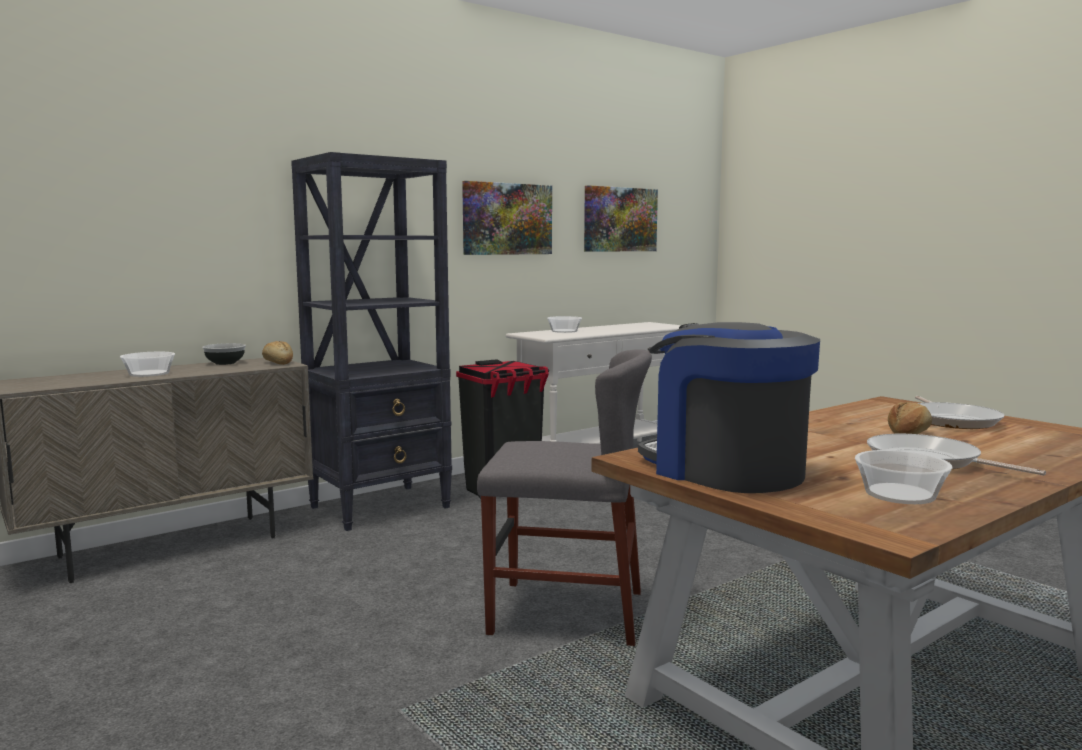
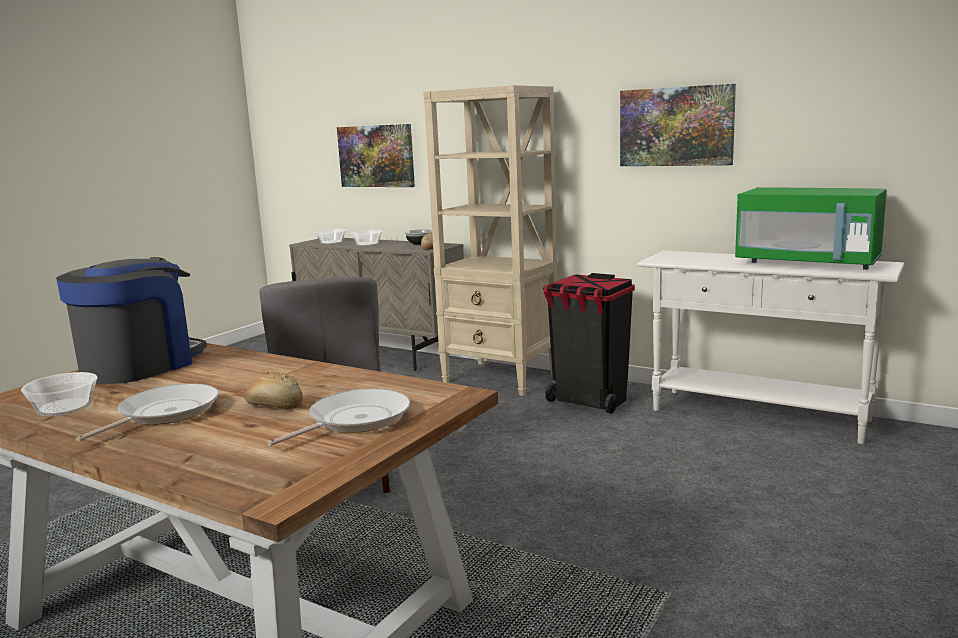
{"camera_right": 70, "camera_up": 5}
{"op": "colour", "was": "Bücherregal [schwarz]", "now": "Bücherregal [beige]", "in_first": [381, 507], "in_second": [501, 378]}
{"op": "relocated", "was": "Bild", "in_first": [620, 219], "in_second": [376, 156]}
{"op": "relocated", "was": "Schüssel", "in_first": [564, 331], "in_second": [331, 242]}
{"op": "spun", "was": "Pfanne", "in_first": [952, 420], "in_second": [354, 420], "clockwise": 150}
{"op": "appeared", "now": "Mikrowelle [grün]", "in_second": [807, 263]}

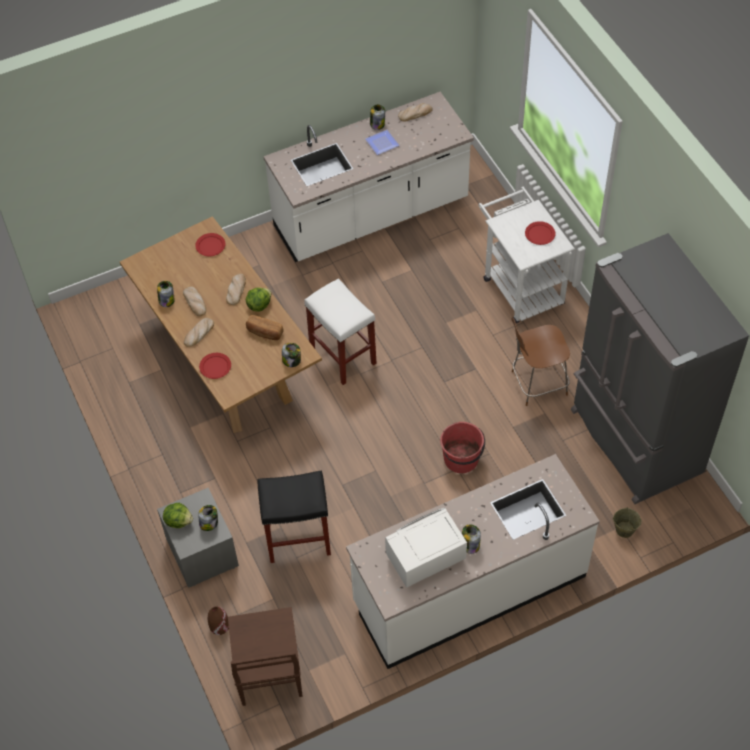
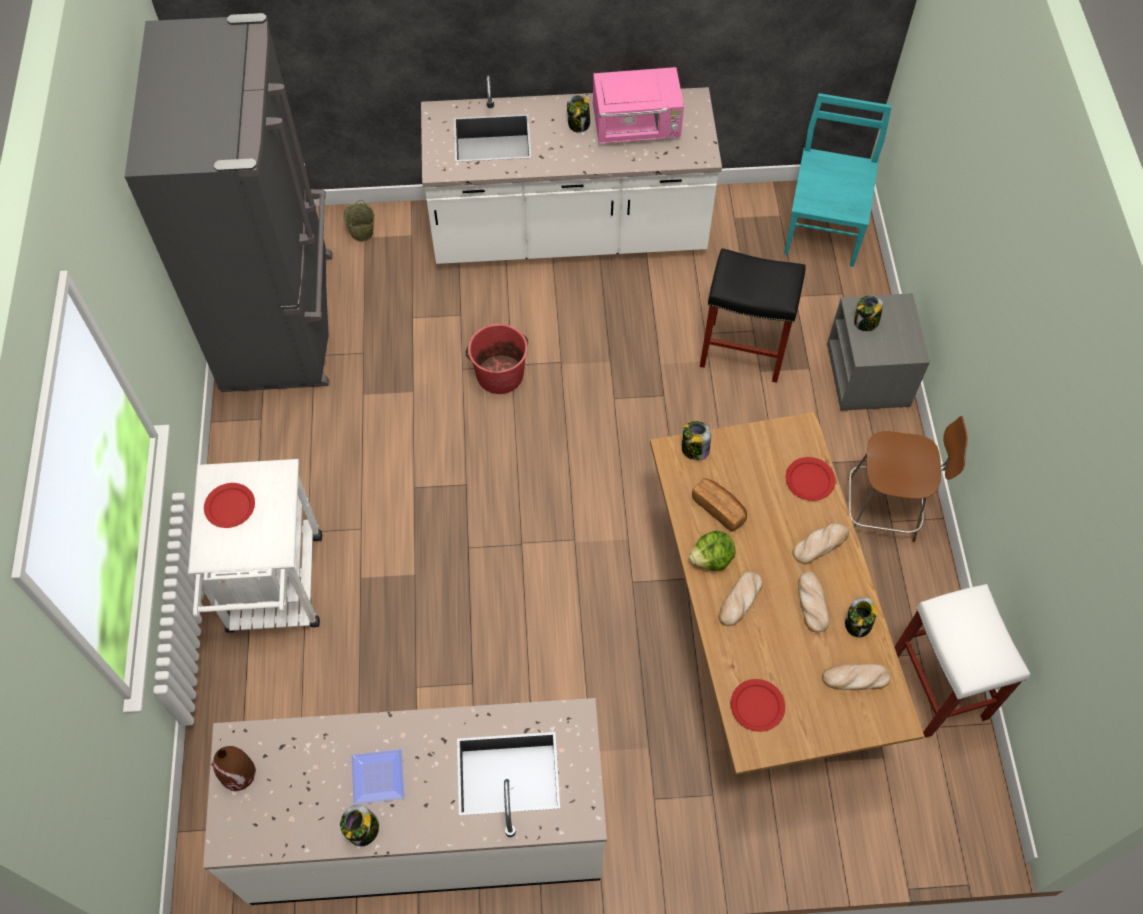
{"camera_right": -160, "camera_up": 5}
{"op": "relocated", "was": "Brot", "in_first": [415, 113], "in_second": [855, 678]}
{"op": "relocated", "was": "Hocker [weiß]", "in_first": [342, 356], "in_second": [939, 687]}
{"op": "relocated", "was": "Hocker [braun]", "in_first": [537, 383], "in_second": [884, 510]}
{"op": "missing", "was": "Salatkopf", "in_first": [179, 521]}
{"op": "colour", "was": "Mikrowelle [weiß]", "now": "Mikrowelle [rosa]", "in_first": [424, 558], "in_second": [637, 127]}
{"op": "relocated", "was": "Vase [braun]", "in_first": [219, 625], "in_second": [238, 773]}
{"op": "colour", "was": "Stuhl [braun]", "now": "Stuhl [türkis]", "in_first": [268, 671], "in_second": [824, 228]}

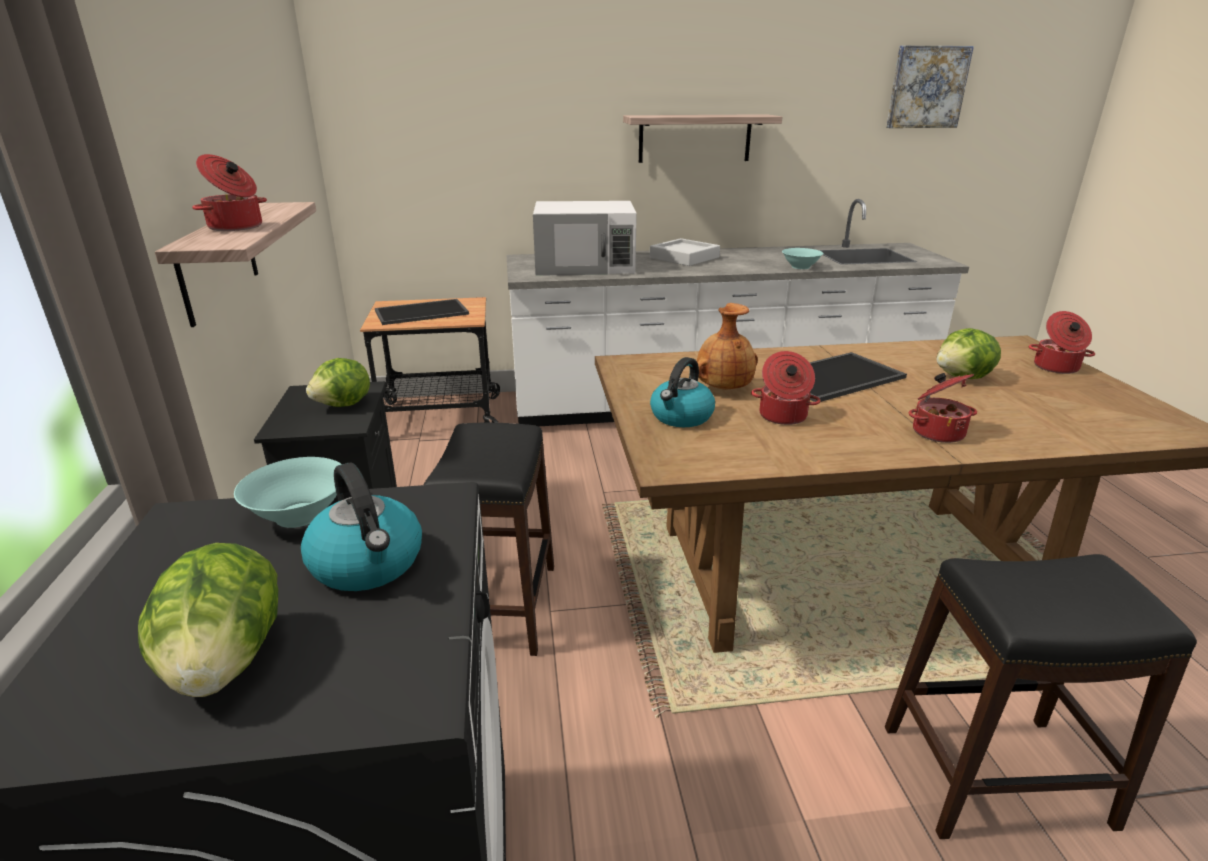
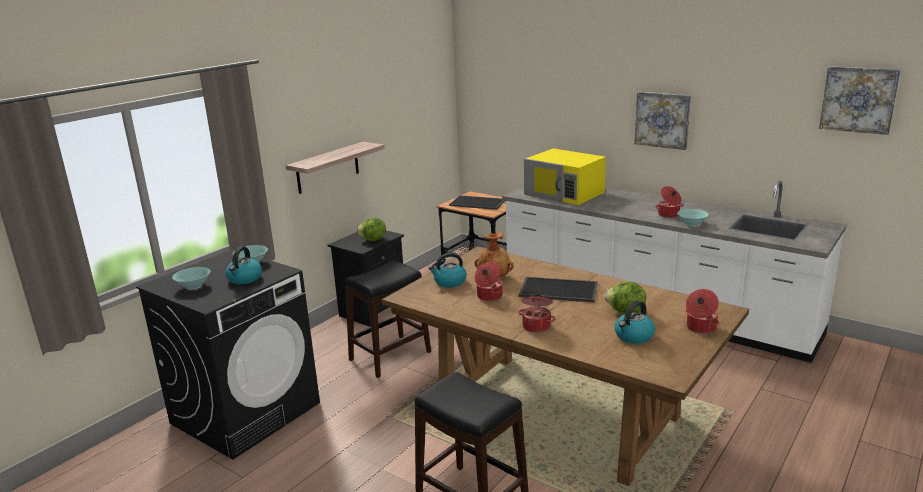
{"camera_right": 45, "camera_up": -5}
{"op": "exchanged", "was": "Wandregal", "now": "Bild", "in_first": [695, 138], "in_second": [662, 120]}
{"op": "relocated", "was": "Kochtopf", "in_first": [236, 227], "in_second": [668, 215]}
{"op": "colour", "was": "Mikrowelle [weiß]", "now": "Mikrowelle [gelb]", "in_first": [585, 265], "in_second": [564, 193]}
{"op": "missing", "was": "Tablett [grau]", "in_first": [684, 258]}
{"op": "exchanged", "was": "Salatkopf", "now": "Schüssel [türkis]", "in_first": [226, 662], "in_second": [194, 286]}
{"op": "appeared", "now": "Wasserkessel", "in_second": [633, 336]}

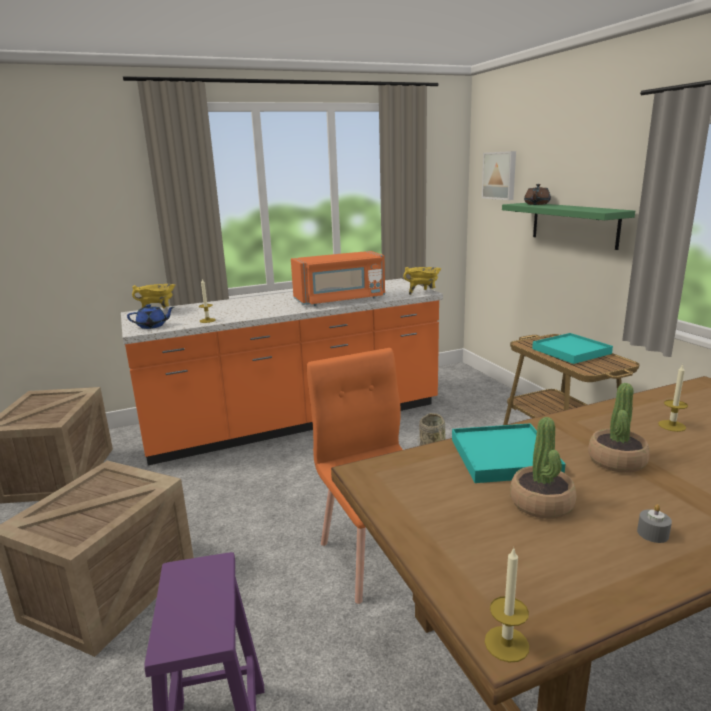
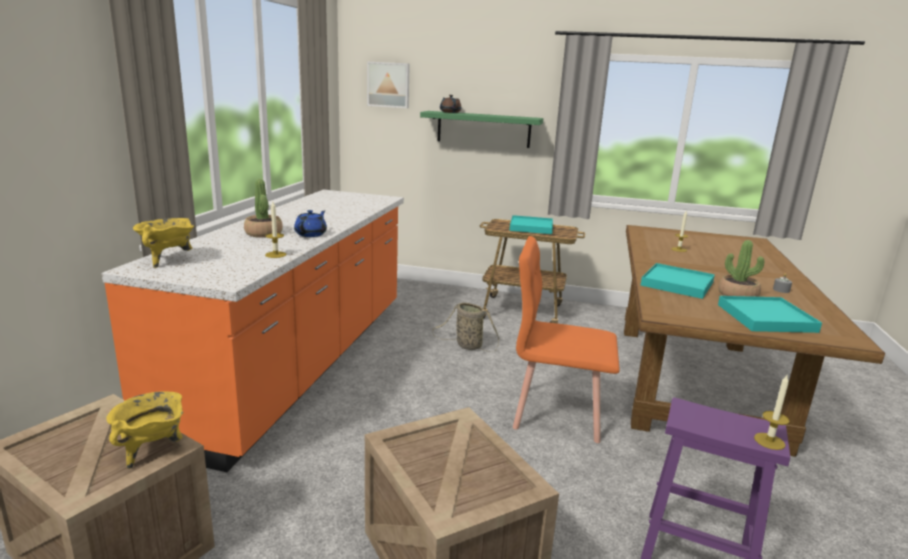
{"camera_right": -55, "camera_up": 0}
{"op": "missing", "was": "Mikrowelle [orange]", "in_first": [340, 300]}
{"op": "relocated", "was": "Kochtopf [gelb]", "in_first": [423, 293], "in_second": [152, 450]}
{"op": "relocated", "was": "Teekanne [blau]", "in_first": [152, 326], "in_second": [311, 234]}
{"op": "relocated", "was": "Topfpflanze", "in_first": [617, 461], "in_second": [264, 233]}
{"op": "relocated", "was": "Kerze", "in_first": [506, 644], "in_second": [769, 441]}
{"op": "appeared", "now": "Tablett [türkis]", "in_second": [765, 318]}

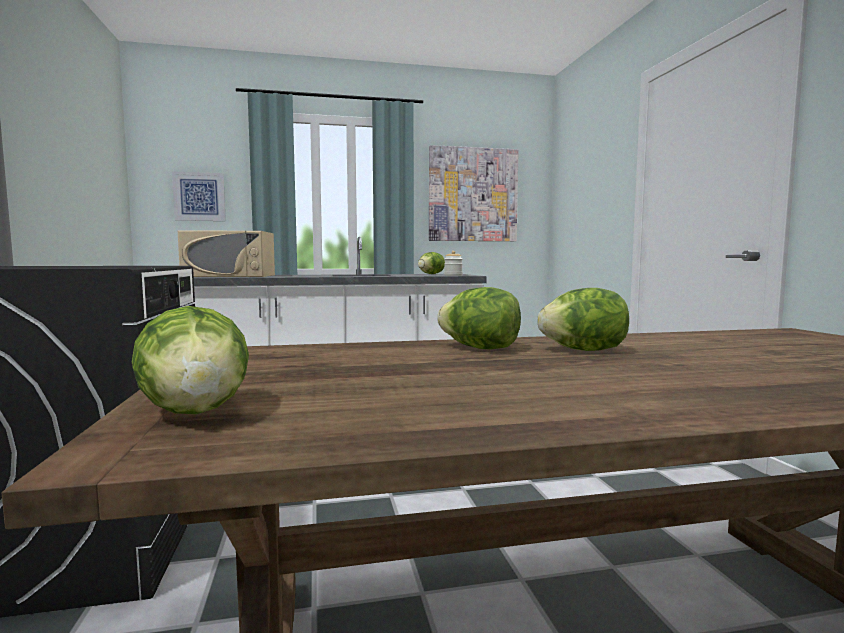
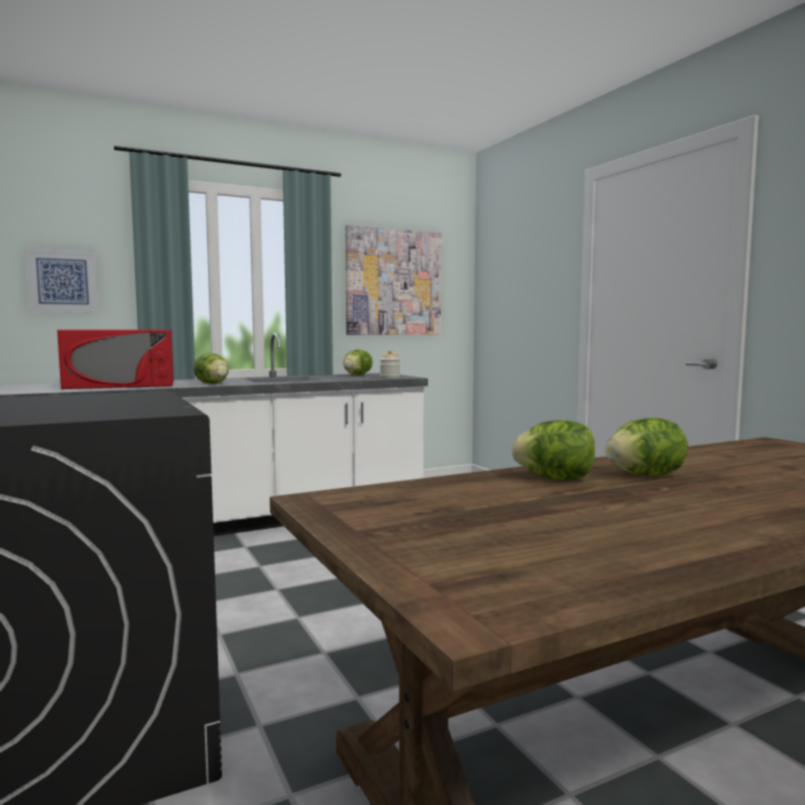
{"camera_right": -15, "camera_up": 0}
{"op": "colour", "was": "Mikrowelle [beige]", "now": "Mikrowelle [rot]", "in_first": [230, 276], "in_second": [121, 385]}
{"op": "relocated", "was": "Salatkopf", "in_first": [196, 412], "in_second": [212, 384]}

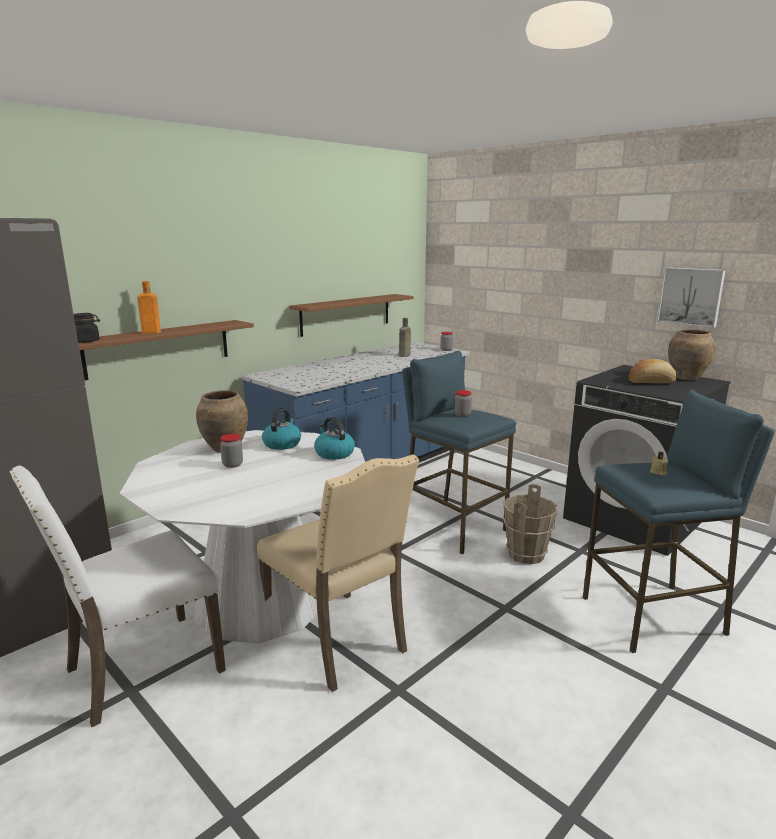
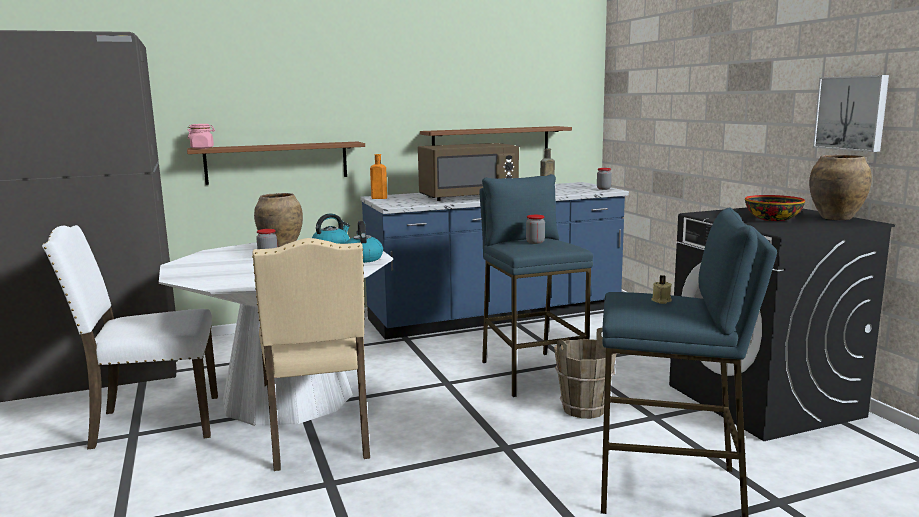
{"camera_right": 25, "camera_up": -5}
{"op": "relocated", "was": "Flasche [orange]", "in_first": [149, 332], "in_second": [378, 198]}
{"op": "colour", "was": "Vorratsglas [schwarz]", "now": "Vorratsglas [rosa]", "in_first": [86, 341], "in_second": [202, 148]}
{"op": "exchanged", "was": "Brot", "now": "Schüssel", "in_first": [651, 382], "in_second": [772, 219]}
{"op": "appeared", "now": "Mikrowelle [braun]", "in_second": [468, 197]}

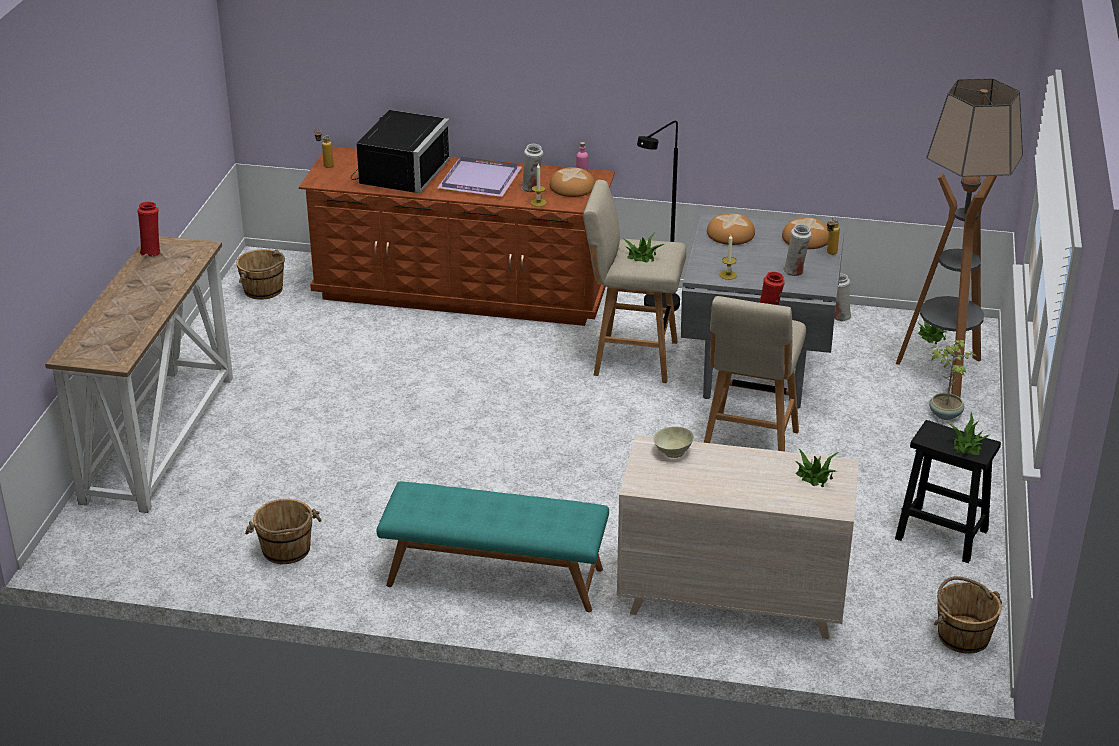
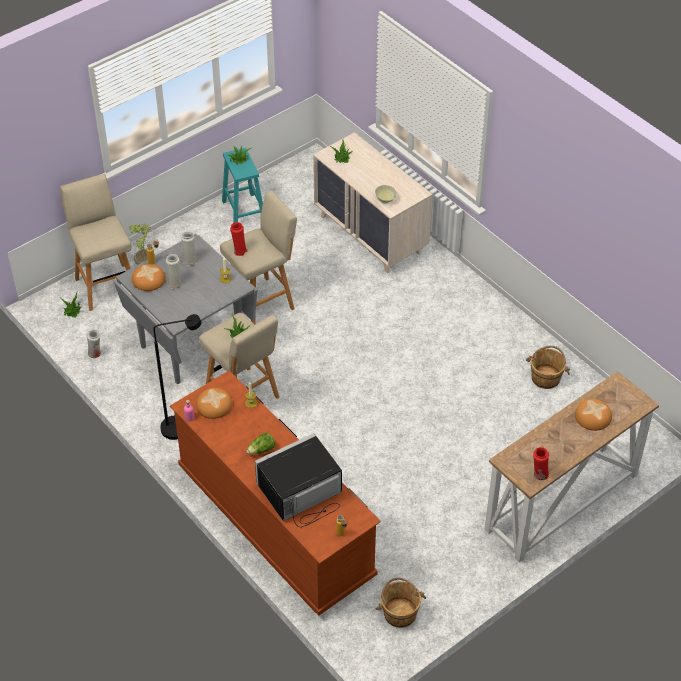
{"camera_right": -140, "camera_up": 15}
{"op": "exchanged", "was": "Stehlampe", "now": "Hocker [beige]", "in_first": [943, 373], "in_second": [106, 285]}
{"op": "relocated", "was": "Vase [weiß]", "in_first": [532, 189], "in_second": [174, 283]}
{"op": "exchanged", "was": "Tablett [lila]", "now": "Salatkopf", "in_first": [478, 180], "in_second": [262, 450]}
{"op": "relocated", "was": "Brot", "in_first": [730, 234], "in_second": [593, 417]}
{"op": "colour", "was": "Hocker [schwarz]", "now": "Hocker [türkis]", "in_first": [943, 535], "in_second": [243, 210]}
{"op": "missing", "was": "Bank [türkis]", "in_first": [494, 577]}
{"op": "missing", "was": "Eimer [braun]", "in_first": [963, 635]}

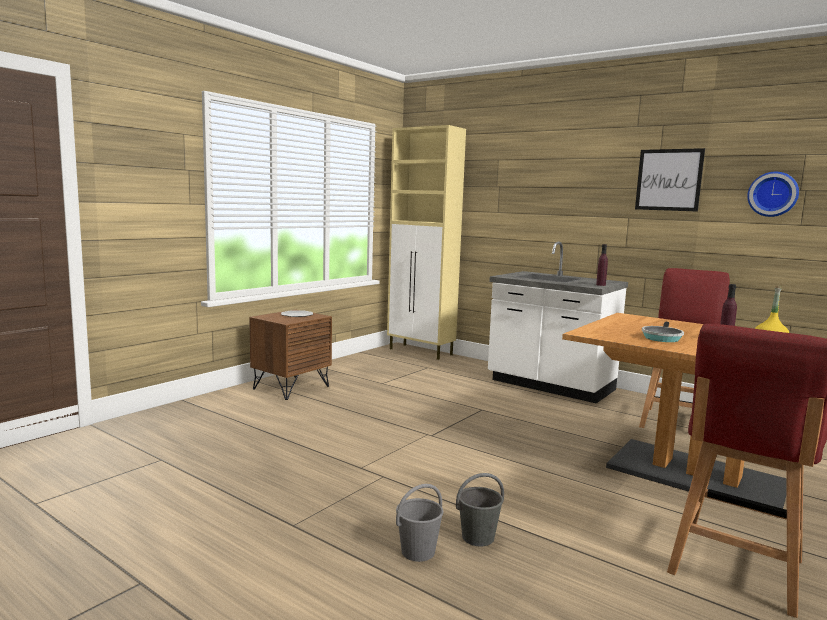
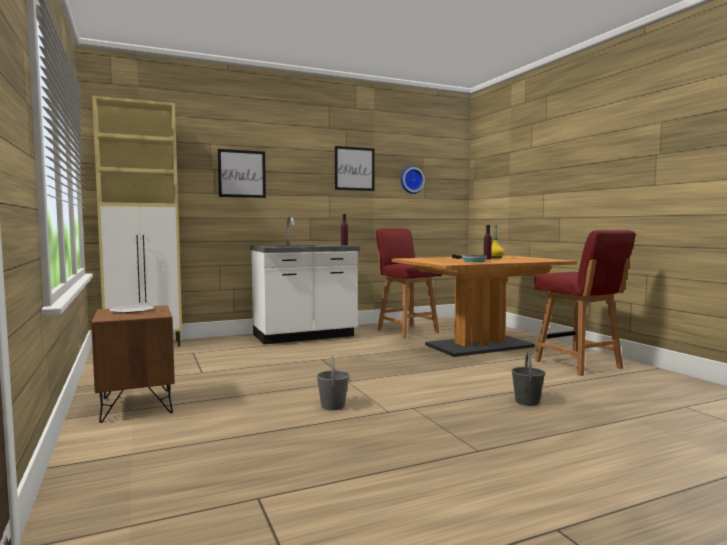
{"camera_right": -60, "camera_up": -5}
{"op": "relocated", "was": "Eimer [grau]", "in_first": [418, 551], "in_second": [333, 406]}
{"op": "appeared", "now": "Bild", "in_second": [242, 174]}

